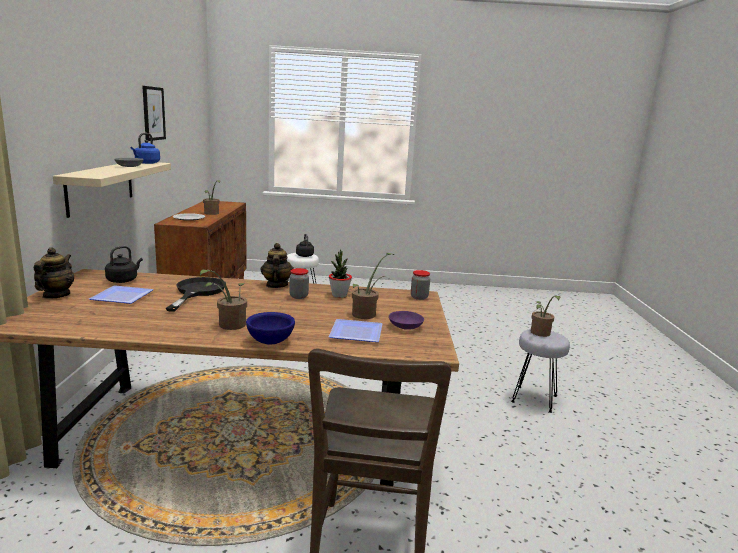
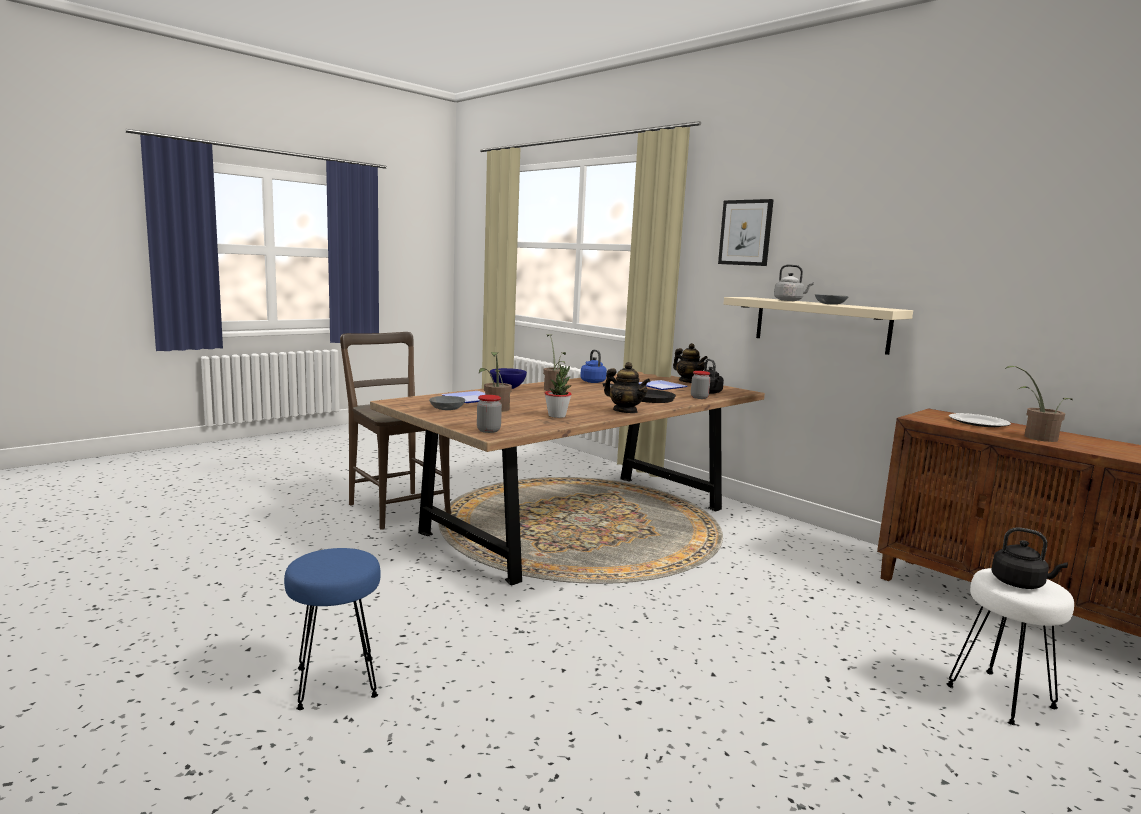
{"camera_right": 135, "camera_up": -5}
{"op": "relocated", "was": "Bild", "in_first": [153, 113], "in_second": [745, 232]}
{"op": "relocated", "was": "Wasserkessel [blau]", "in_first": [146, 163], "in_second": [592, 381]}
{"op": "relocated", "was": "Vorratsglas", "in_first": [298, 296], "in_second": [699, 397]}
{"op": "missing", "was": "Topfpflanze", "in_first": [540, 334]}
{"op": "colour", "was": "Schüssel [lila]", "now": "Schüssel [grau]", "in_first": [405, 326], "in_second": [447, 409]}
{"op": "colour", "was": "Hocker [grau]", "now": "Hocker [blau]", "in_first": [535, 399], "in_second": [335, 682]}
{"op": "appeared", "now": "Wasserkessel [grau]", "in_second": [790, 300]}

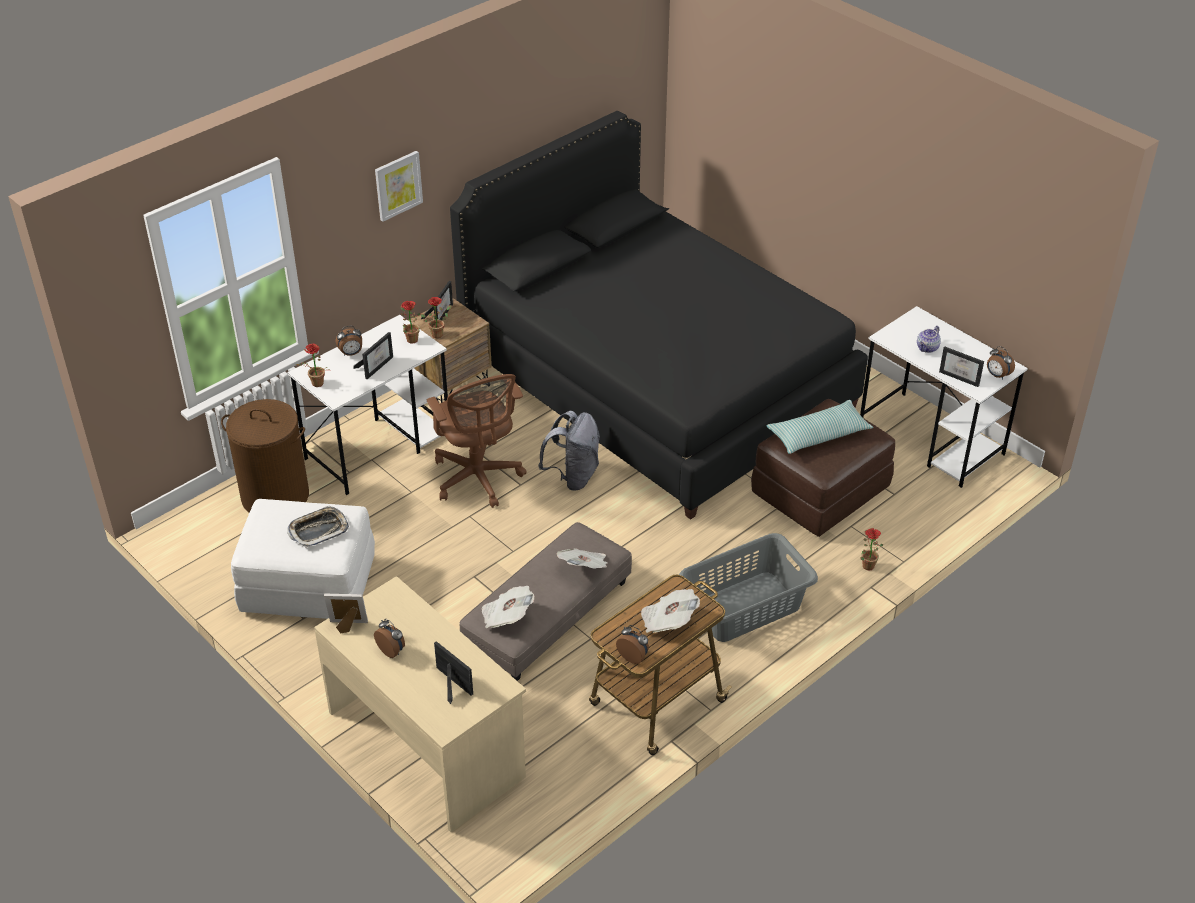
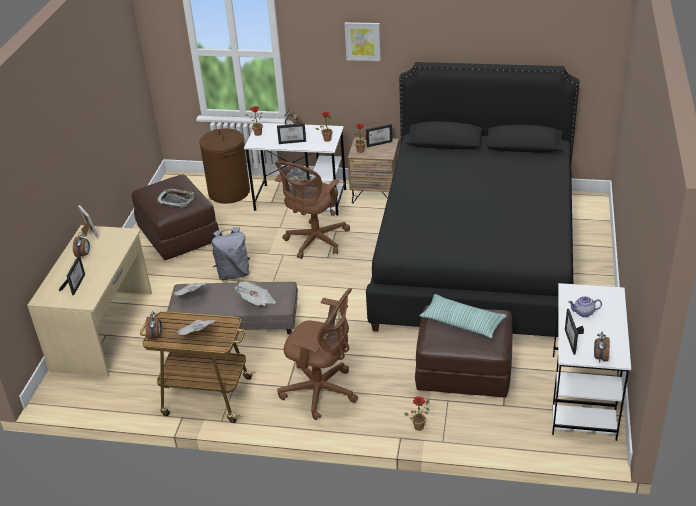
{"camera_right": 55, "camera_up": -5}
{"op": "relocated", "was": "Rucksack [grau]", "in_first": [573, 476], "in_second": [233, 273]}
{"op": "colour", "was": "Polsterhocker [weiß]", "now": "Polsterhocker [braun]", "in_first": [309, 584], "in_second": [179, 235]}
{"op": "exchanged", "was": "Wäschekorb [grau]", "now": "Bürostuhl [braun]", "in_first": [746, 607], "in_second": [322, 392]}

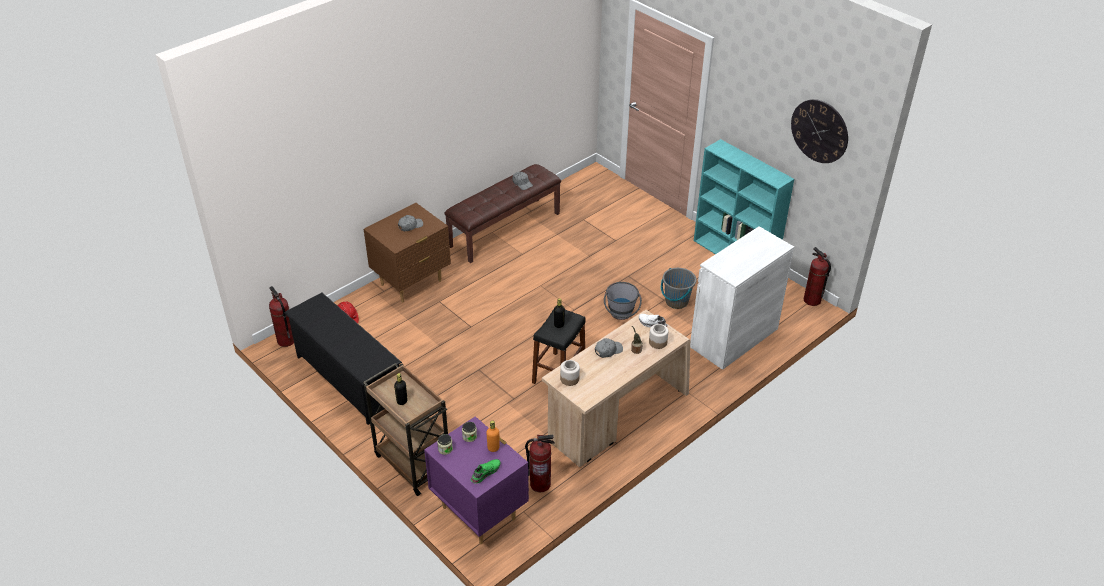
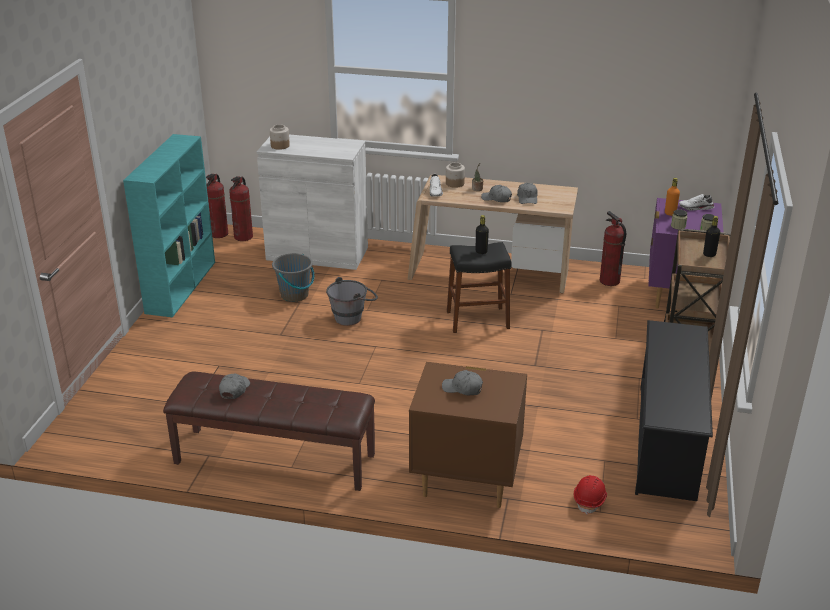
{"camera_right": -125, "camera_up": -10}
{"op": "missing", "was": "Wanduhr", "in_first": [819, 131]}
{"op": "relocated", "was": "Feuerlöscher", "in_first": [286, 341], "in_second": [243, 237]}
{"op": "relocated", "was": "Vorratsglas", "in_first": [569, 379], "in_second": [279, 146]}
{"op": "colour", "was": "Schuh [grün]", "now": "Schuh [weiß]", "in_first": [485, 472], "in_second": [696, 208]}
{"op": "appeared", "now": "Kappe [grau]", "in_second": [527, 198]}

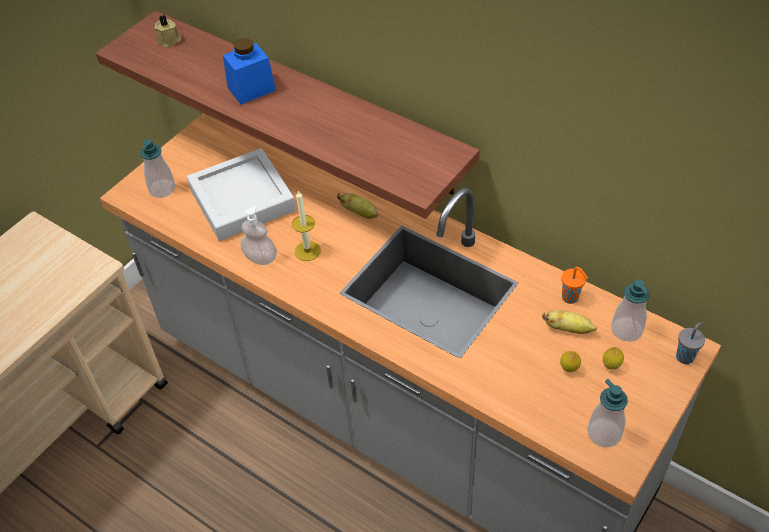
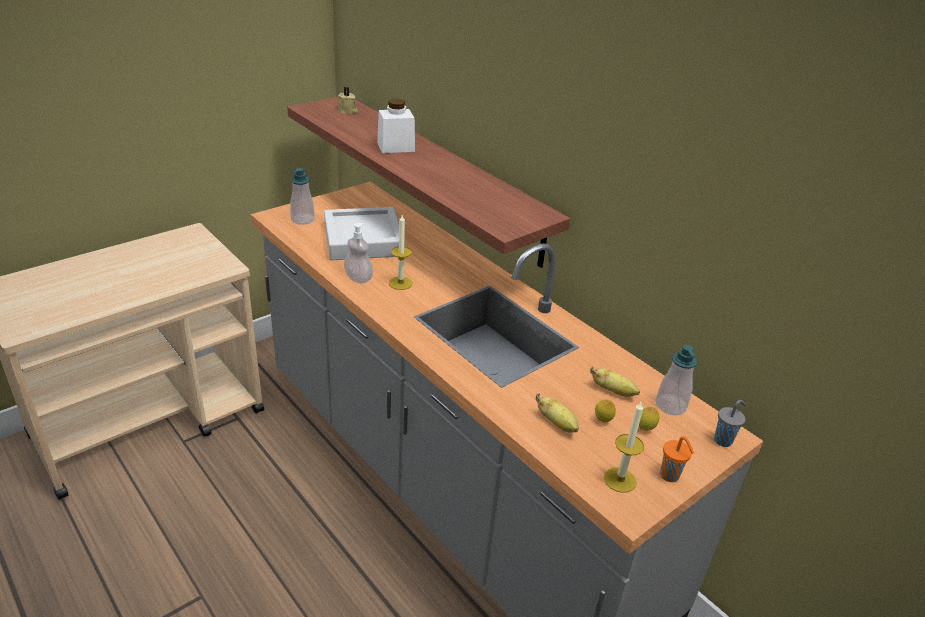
{"camera_right": 10, "camera_up": -15}
{"op": "colour", "was": "Vorratsglas [blau]", "now": "Vorratsglas [weiß]", "in_first": [251, 89], "in_second": [396, 147]}
{"op": "relocated", "was": "Banane", "in_first": [360, 213], "in_second": [557, 424]}
{"op": "relocated", "was": "Tasse [orange]", "in_first": [571, 298], "in_second": [670, 476]}
{"op": "exchanged", "was": "Seifenspender", "now": "Kerze", "in_first": [604, 433], "in_second": [620, 480]}

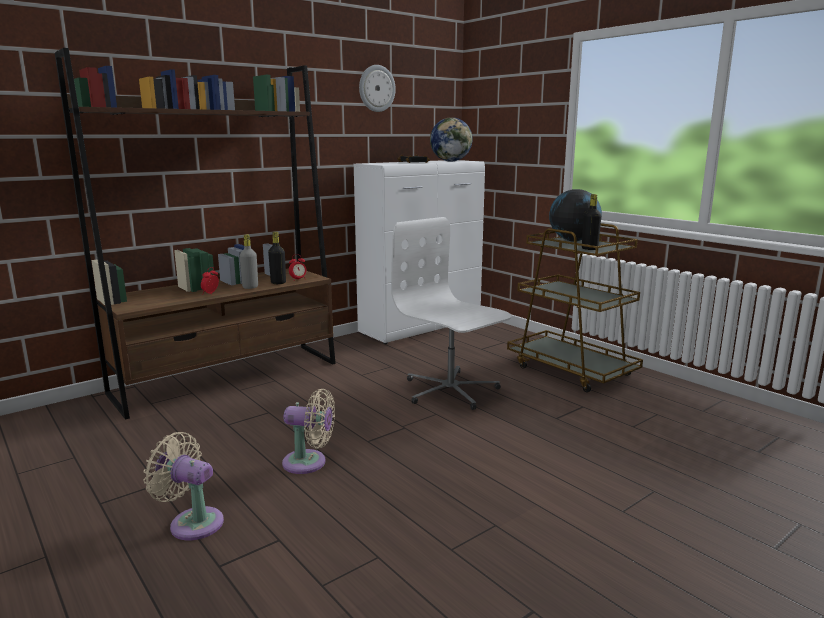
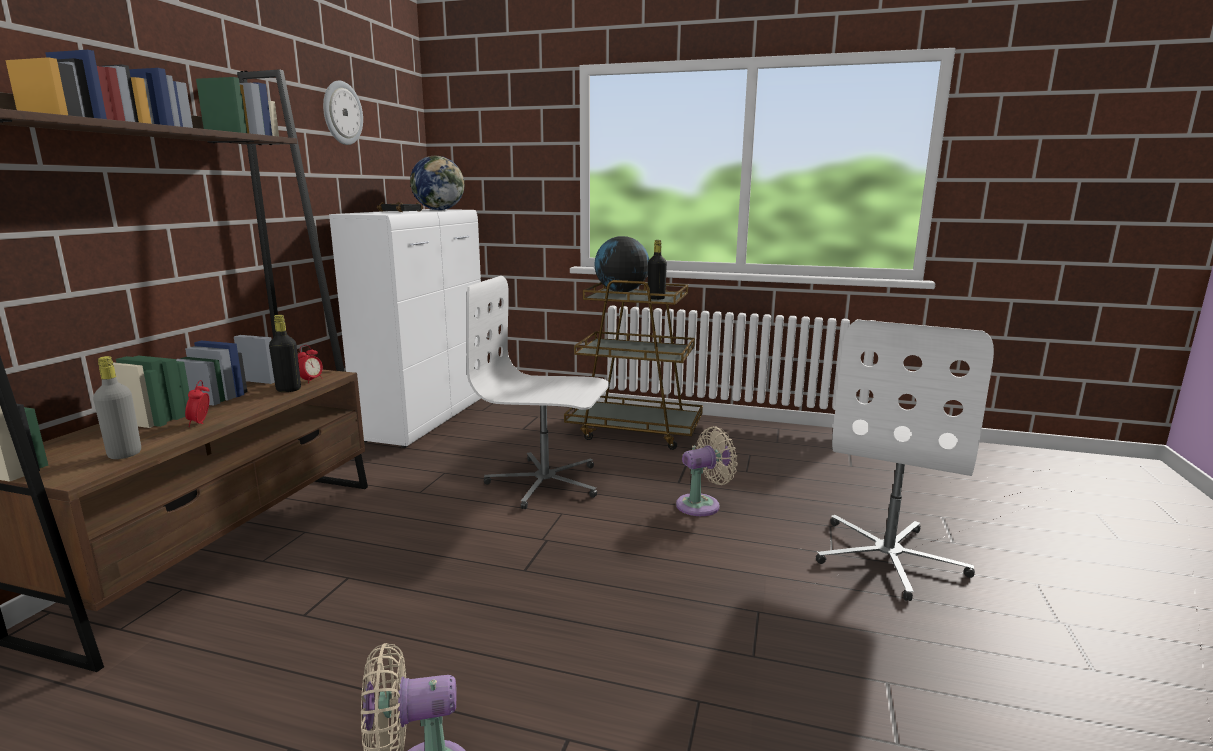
{"camera_right": -35, "camera_up": 0}
{"op": "relocated", "was": "Flasche [grau]", "in_first": [250, 287], "in_second": [125, 454]}
{"op": "relocated", "was": "Ventilator [beige]", "in_first": [309, 463], "in_second": [702, 505]}
{"op": "appeared", "now": "Bürostuhl [weiß]", "in_second": [889, 557]}

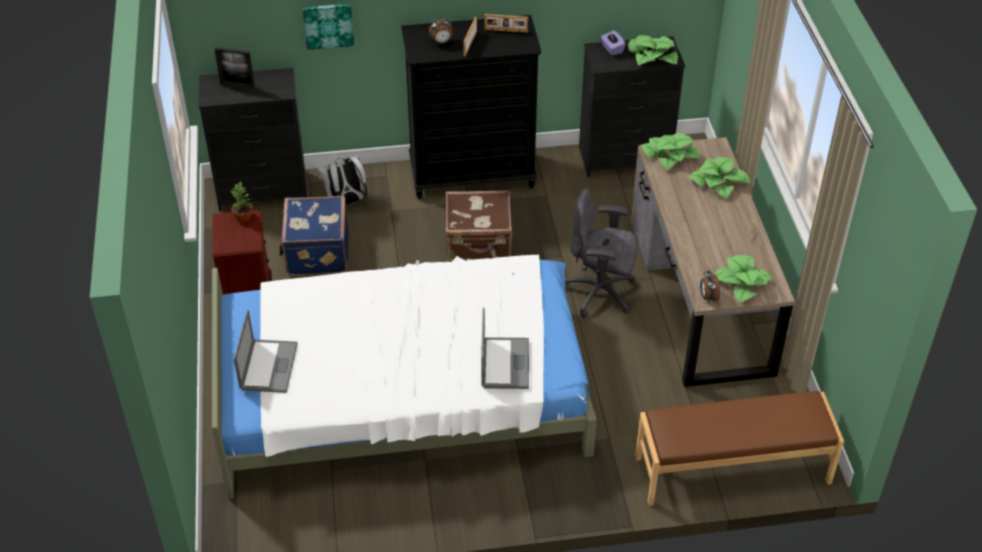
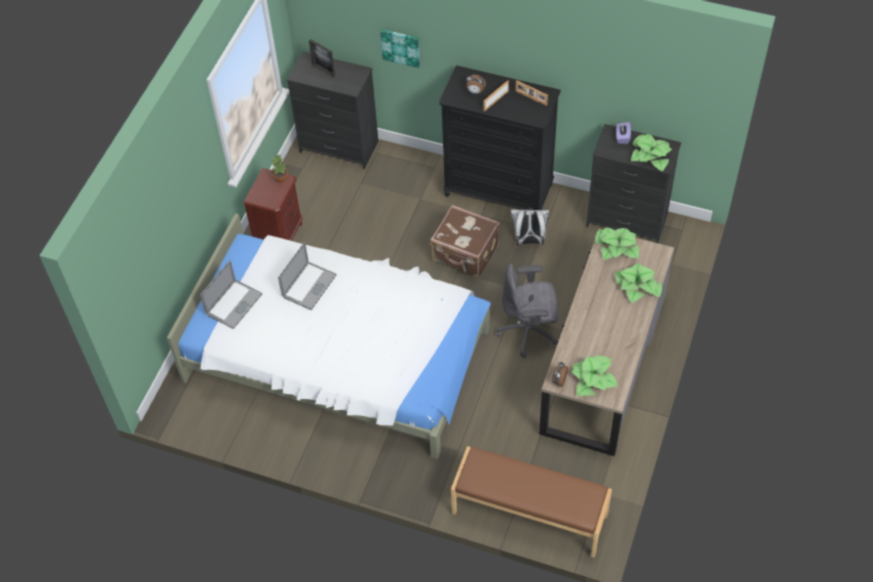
{"camera_right": 30, "camera_up": 10}
{"op": "relocated", "was": "Rucksack [weiß]", "in_first": [346, 202], "in_second": [529, 241]}
{"op": "spun", "was": "Bürostuhl [grau]", "in_first": [600, 293], "in_second": [529, 332], "clockwise": -45}
{"op": "missing", "was": "Koffer [blau]", "in_first": [316, 253]}
{"op": "relocated", "was": "Laptop", "in_first": [505, 363], "in_second": [309, 286]}

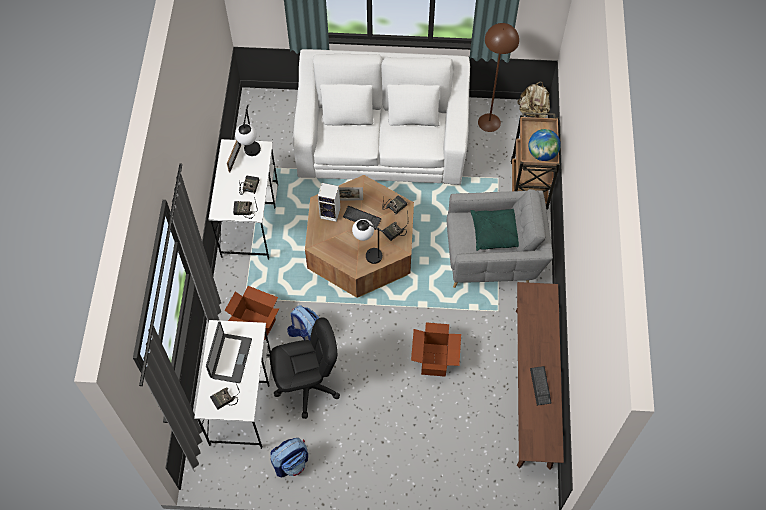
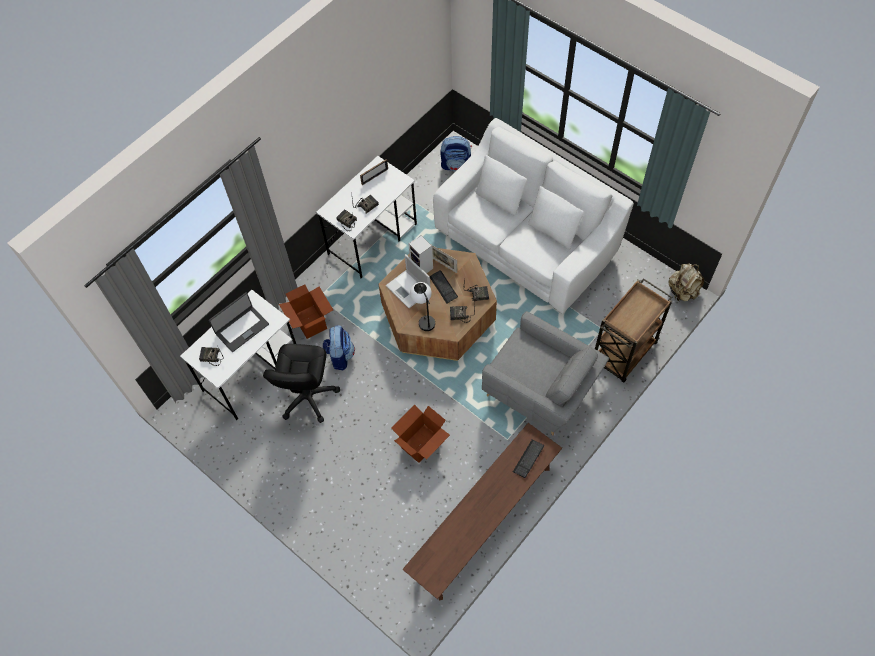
{"camera_right": 40, "camera_up": 0}
{"op": "missing", "was": "Stehlampe [braun]", "in_first": [489, 122]}
{"op": "missing", "was": "Tischlampe", "in_first": [251, 155]}
{"op": "missing", "was": "Globus", "in_first": [542, 154]}
{"op": "missing", "was": "Kissen [grün]", "in_first": [495, 233]}
{"op": "spun", "was": "Bürostuhl [schwarz]", "in_first": [307, 387], "in_second": [307, 396], "clockwise": 75}
{"op": "relocated", "was": "Tastatur", "in_first": [540, 386], "in_second": [528, 459]}
{"op": "relocated", "was": "Rucksack", "in_first": [291, 463], "in_second": [456, 165]}
{"op": "appeared", "now": "Laptop", "in_second": [409, 289]}

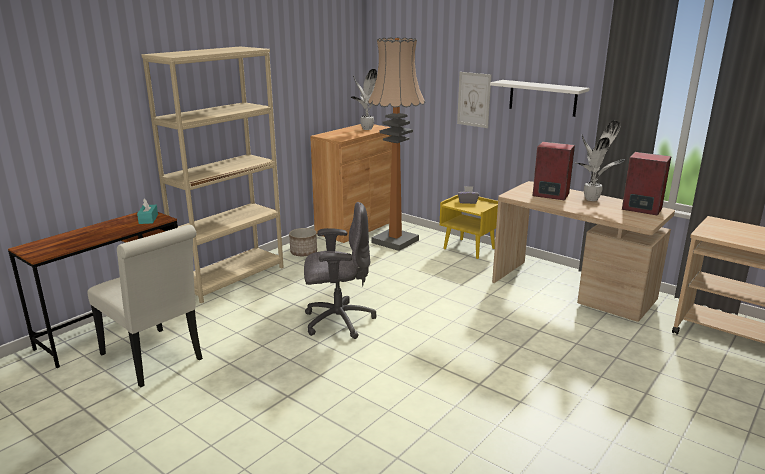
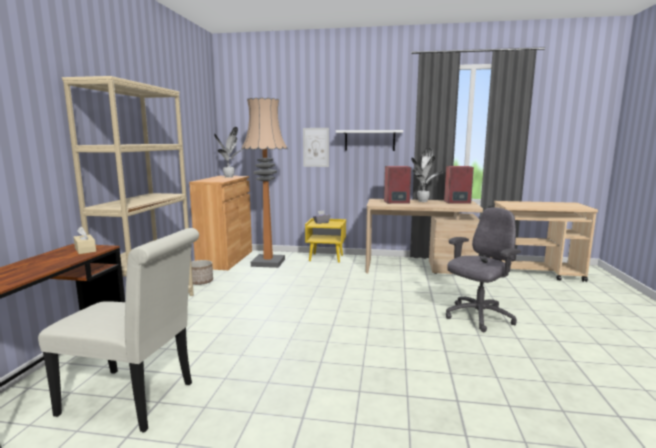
{"camera_right": -30, "camera_up": -10}
{"op": "colour", "was": "Taschentuchbox [türkis]", "now": "Taschentuchbox [beige]", "in_first": [148, 219], "in_second": [85, 250]}
{"op": "relocated", "was": "Bürostuhl [grau]", "in_first": [337, 321], "in_second": [478, 317]}

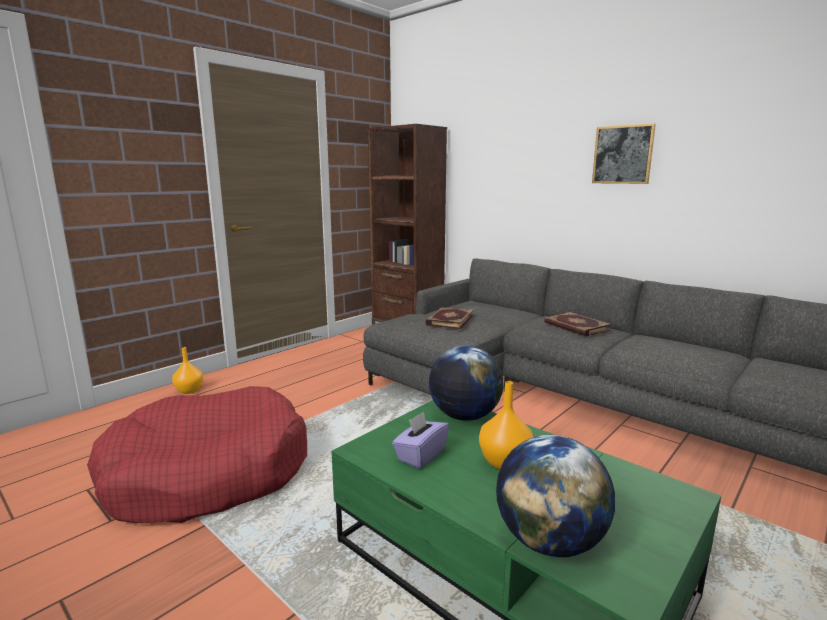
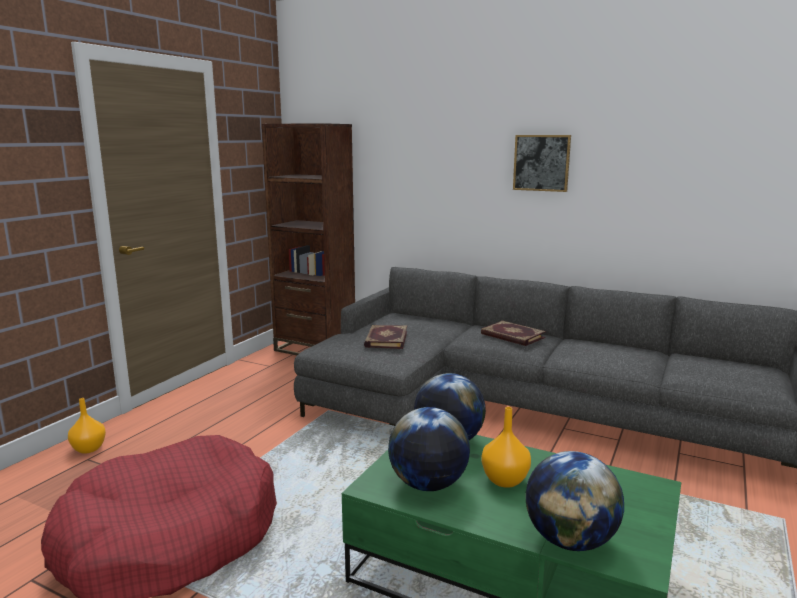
{"camera_right": -15, "camera_up": 0}
{"op": "exchanged", "was": "Taschentuchbox [lila]", "now": "Globus", "in_first": [420, 455], "in_second": [428, 484]}

